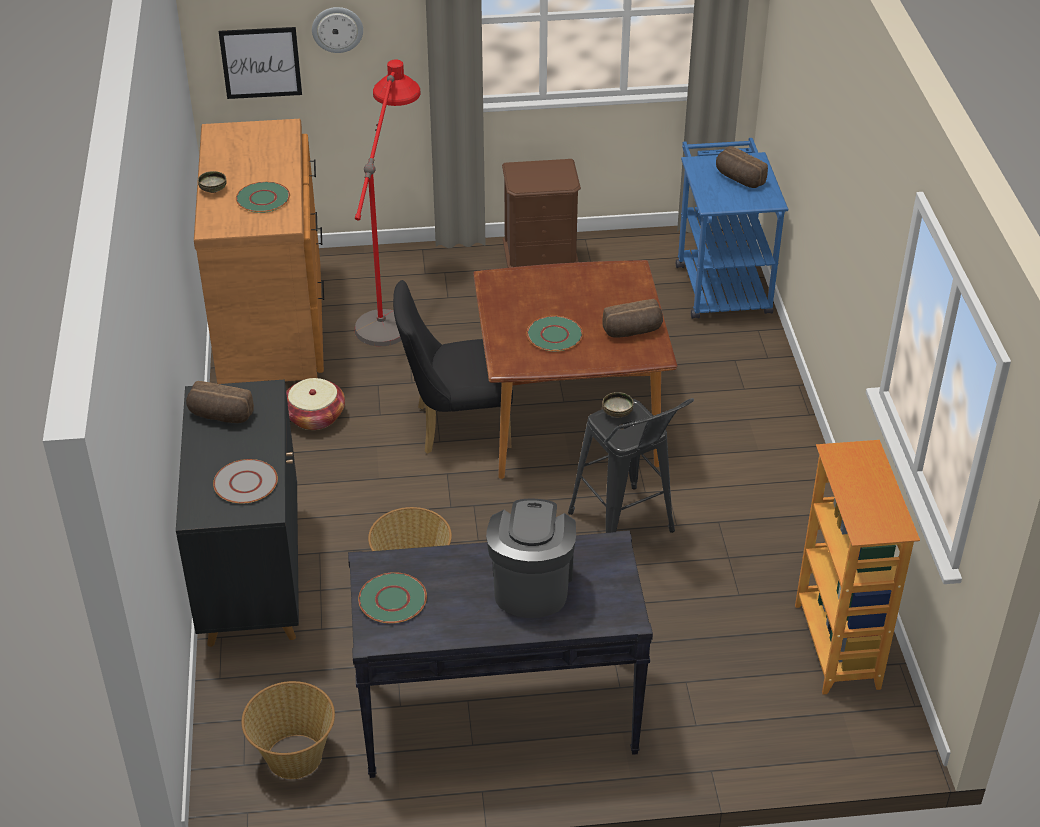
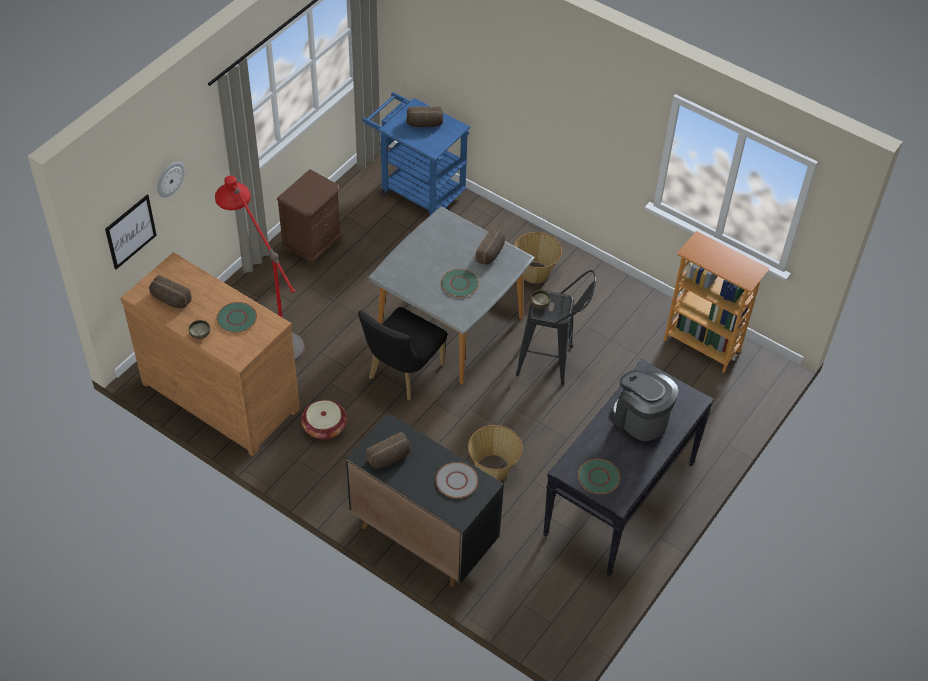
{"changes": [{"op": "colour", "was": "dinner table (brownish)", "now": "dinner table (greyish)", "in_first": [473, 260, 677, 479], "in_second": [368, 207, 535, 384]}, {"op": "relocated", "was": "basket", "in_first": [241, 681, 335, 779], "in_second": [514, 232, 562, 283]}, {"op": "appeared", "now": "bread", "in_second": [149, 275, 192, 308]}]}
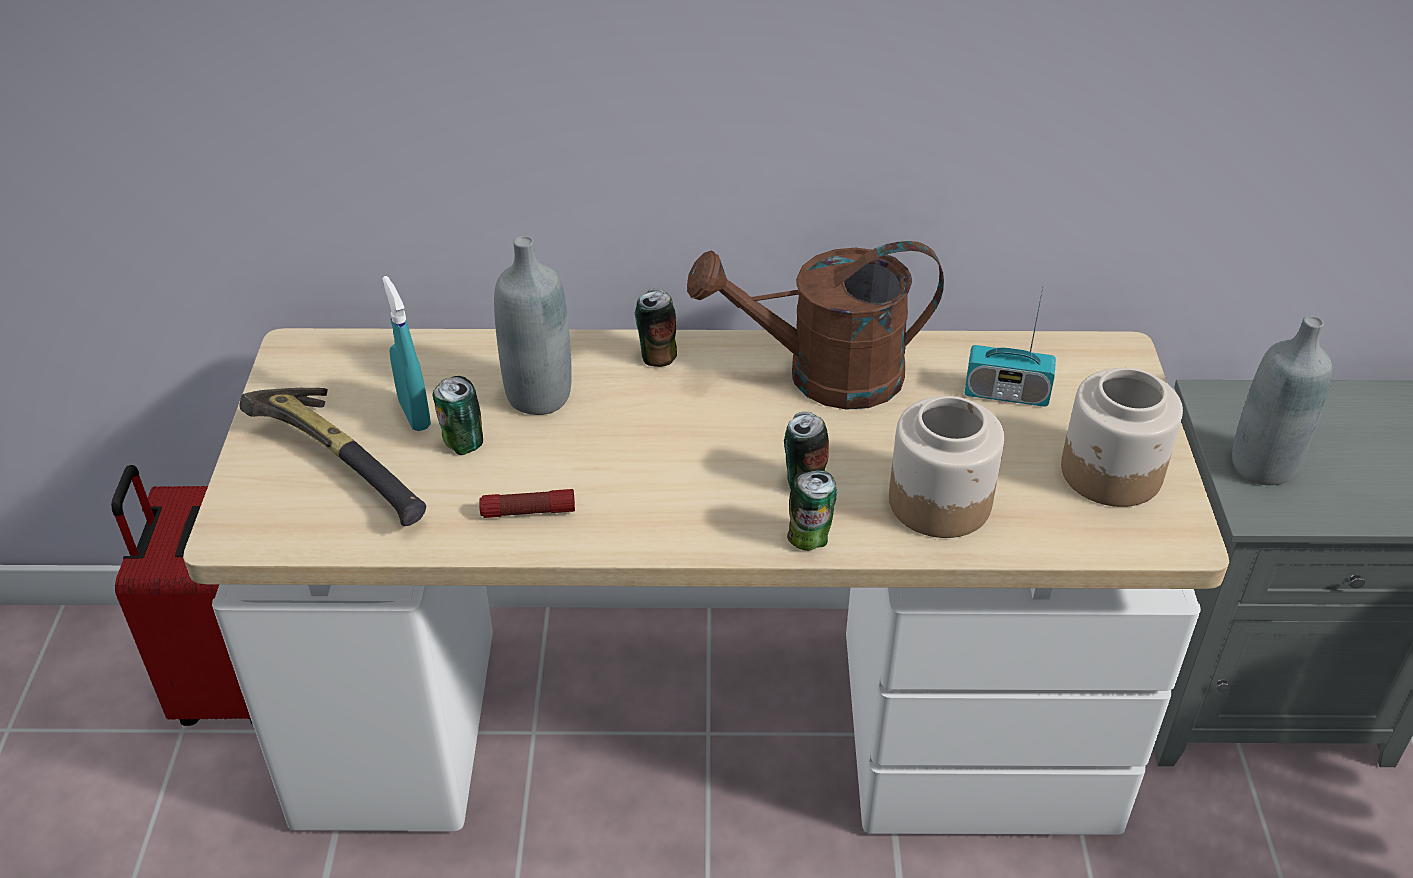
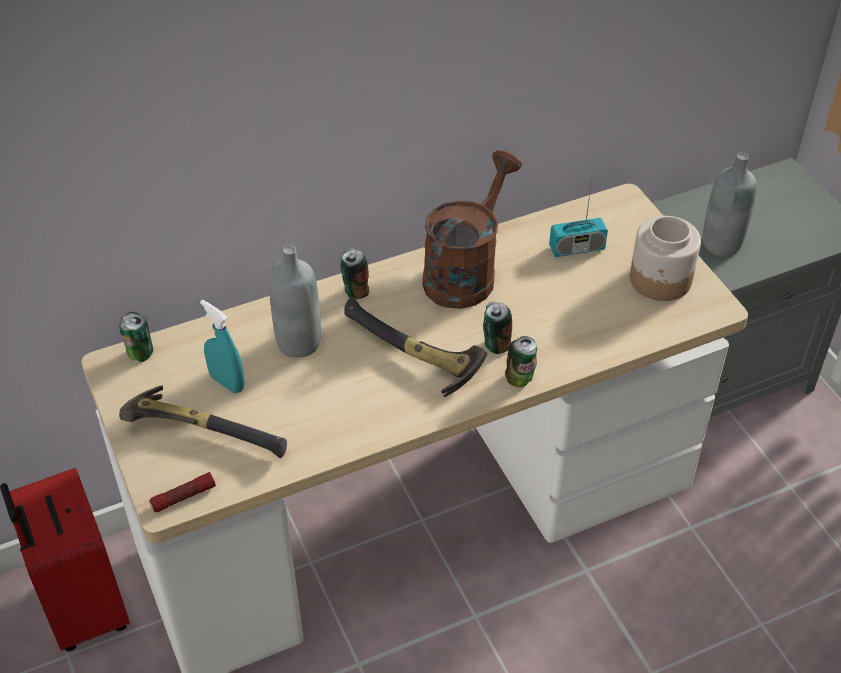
{"changes": [{"op": "spun", "was": "sprinkling can (brownish)", "in_first": [687, 241, 944, 410], "in_second": [422, 150, 522, 309], "clockwise": 150}, {"op": "relocated", "was": "can", "in_first": [433, 376, 483, 455], "in_second": [119, 312, 153, 362]}, {"op": "missing", "was": "storage jar", "in_first": [889, 396, 1004, 538]}, {"op": "relocated", "was": "hand torch", "in_first": [479, 489, 575, 518], "in_second": [149, 472, 216, 513]}, {"op": "appeared", "now": "tool hammer", "in_second": [344, 296, 487, 397]}]}
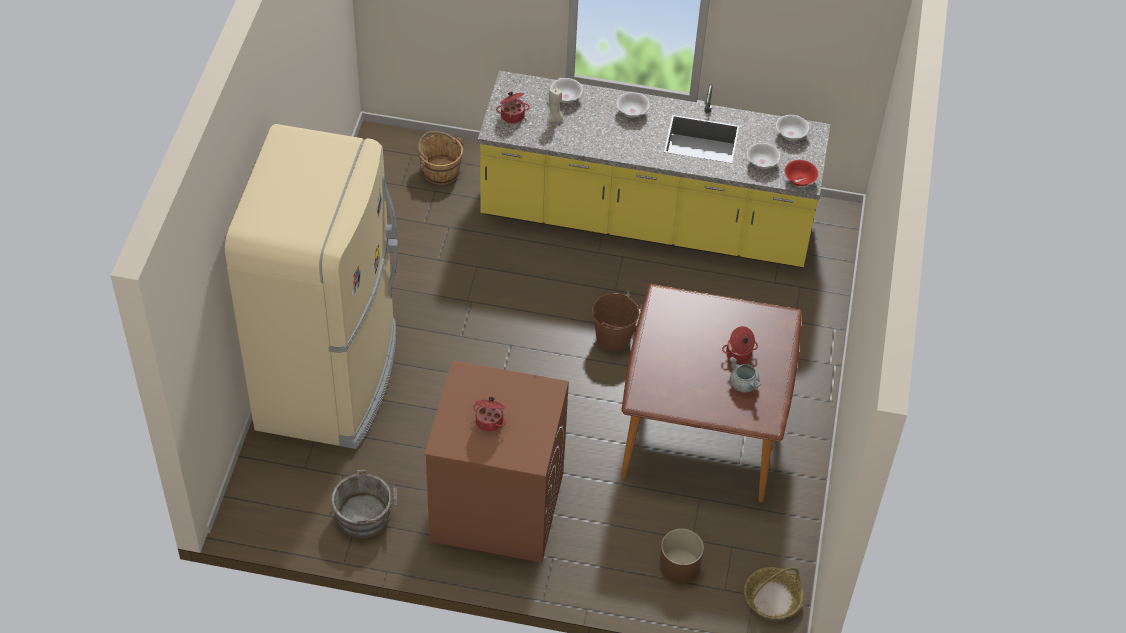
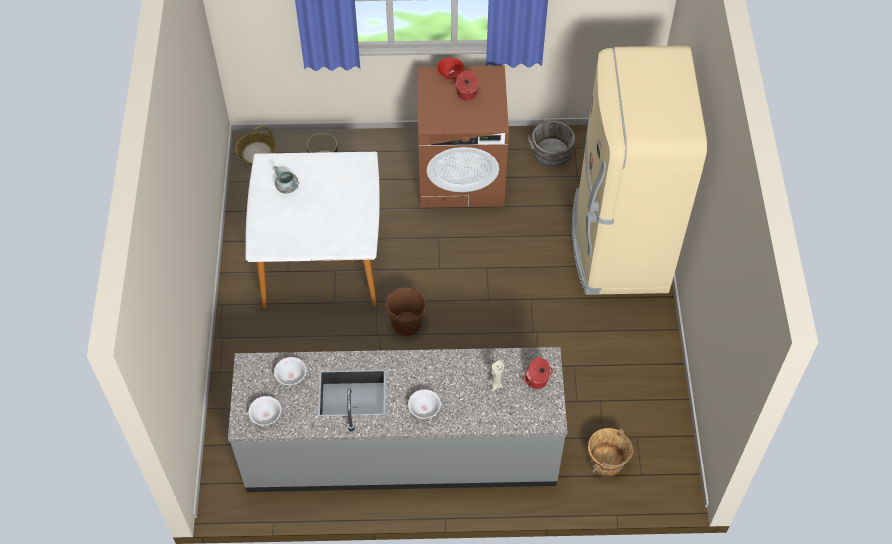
{"changes": [{"op": "colour", "was": "kitchen base unit (yellow-coloured)", "now": "kitchen base unit (greyish)", "in_first": [478, 71, 830, 268], "in_second": [228, 347, 568, 492]}, {"op": "missing", "was": "serving bowl (white-coloured)", "in_first": [550, 78, 583, 103]}, {"op": "relocated", "was": "serving bowl (reddish)", "in_first": [784, 160, 818, 186], "in_second": [437, 58, 464, 79]}, {"op": "colour", "was": "dinner table (brownish)", "now": "dinner table (white-coloured)", "in_first": [621, 284, 802, 502], "in_second": [246, 152, 380, 308]}, {"op": "missing", "was": "cooking pot", "in_first": [722, 326, 758, 364]}]}
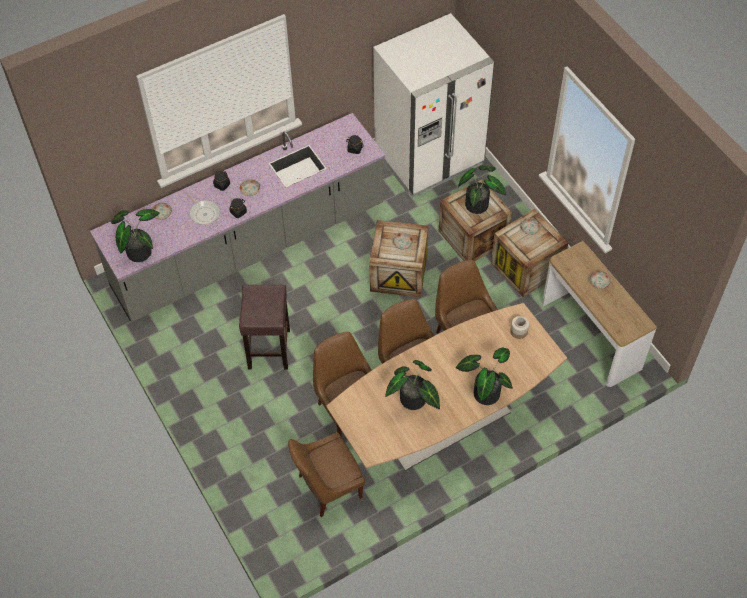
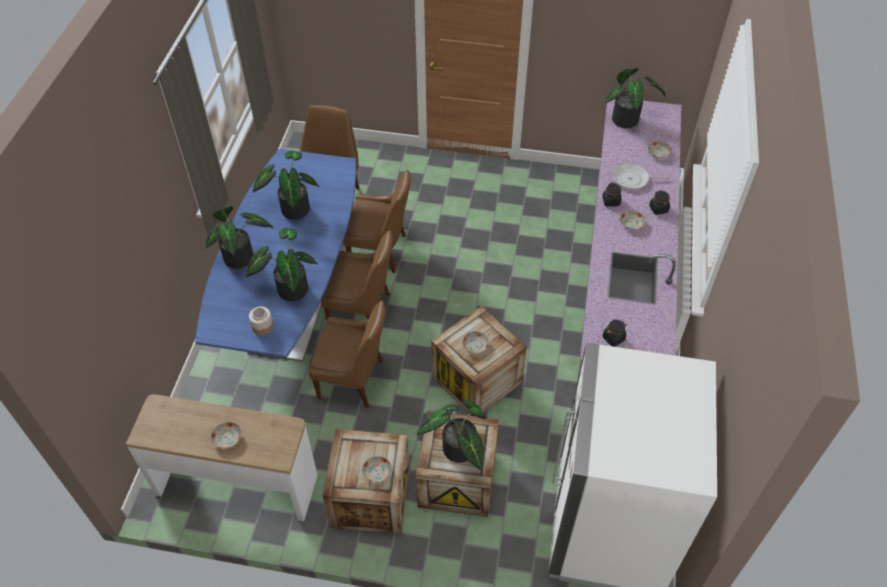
{"changes": [{"op": "missing", "was": "stool seat (brownish)", "in_first": [239, 285, 290, 370]}, {"op": "colour", "was": "dinner table (brownish)", "now": "dinner table (bluish)", "in_first": [326, 303, 567, 471], "in_second": [195, 149, 356, 362]}, {"op": "appeared", "now": "plant in a pot", "in_second": [246, 228, 318, 301]}]}
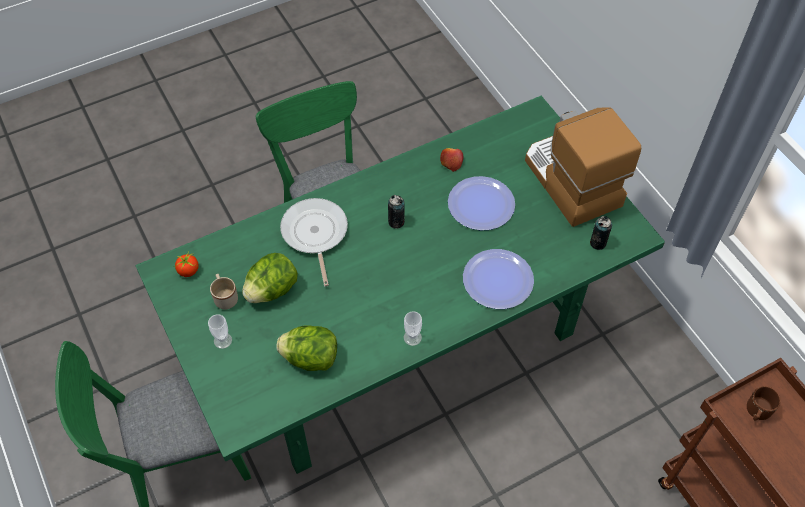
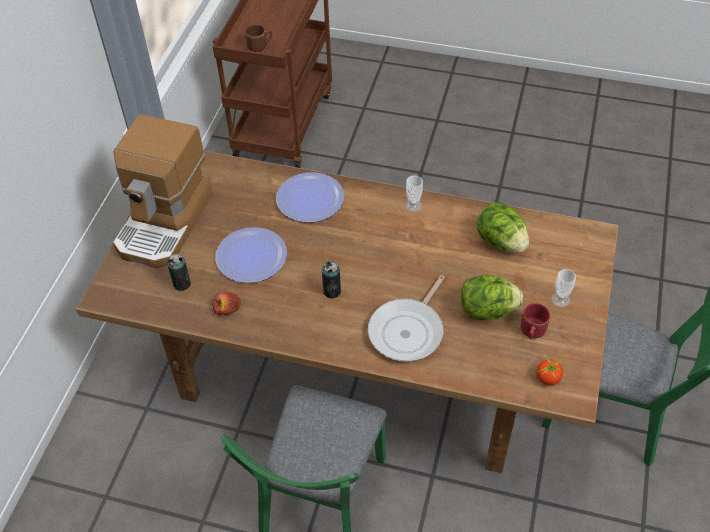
{"changes": [{"op": "colour", "was": "dinner table (greenish)", "now": "dinner table (brownish)", "in_first": [136, 96, 665, 474], "in_second": [76, 151, 618, 473]}, {"op": "relocated", "was": "can", "in_first": [590, 216, 612, 250], "in_second": [167, 254, 191, 291]}, {"op": "colour", "was": "tea mug (beige-coloured)", "now": "tea mug (reddish)", "in_first": [210, 274, 238, 310], "in_second": [521, 303, 550, 339]}]}
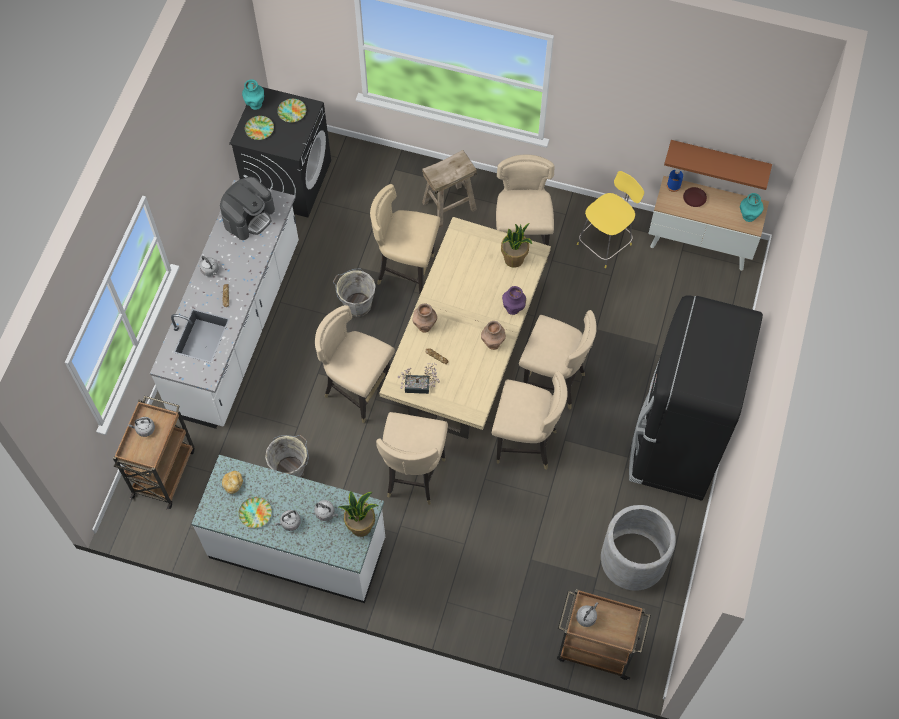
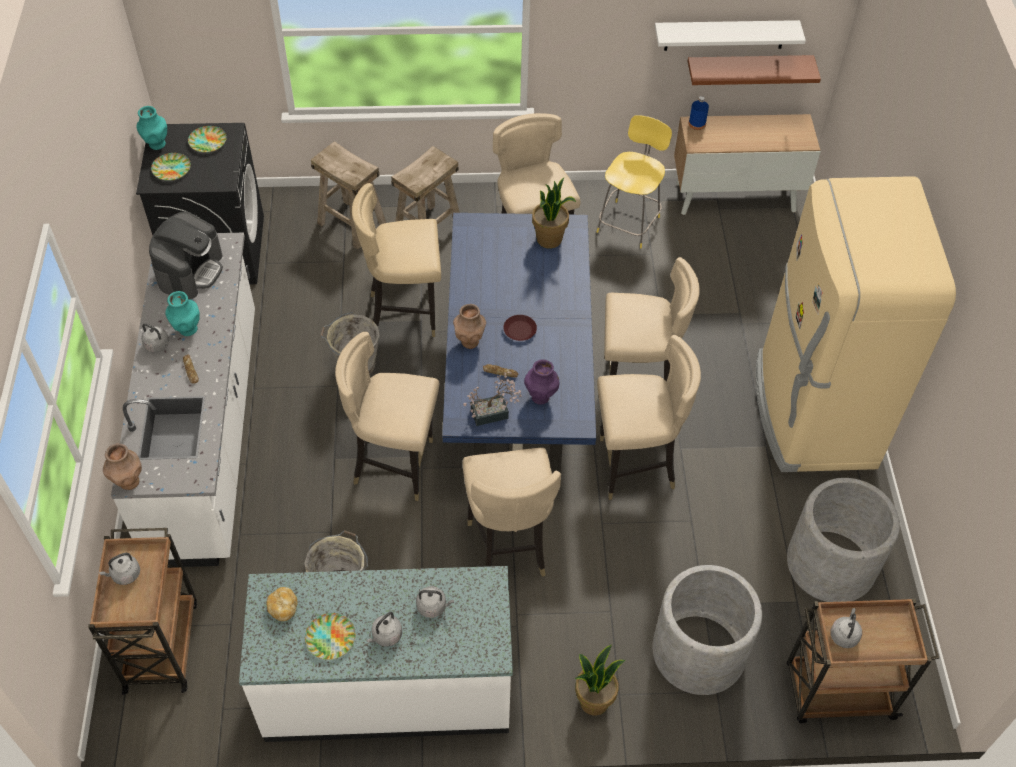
{"changes": [{"op": "relocated", "was": "plate (brownish)", "in_first": [683, 187, 707, 207], "in_second": [503, 315, 537, 341]}, {"op": "relocated", "was": "vase (blue-green)", "in_first": [740, 193, 763, 222], "in_second": [165, 291, 200, 336]}, {"op": "colour", "was": "dinner table (beige-coloured)", "now": "dinner table (bluish)", "in_first": [379, 217, 551, 439], "in_second": [442, 213, 596, 473]}, {"op": "relocated", "was": "vase (purple)", "in_first": [502, 286, 526, 315], "in_second": [524, 359, 559, 404]}, {"op": "colour", "was": "fridge (blackish)", "now": "fridge (beige-coloured)", "in_first": [629, 295, 763, 501], "in_second": [756, 176, 956, 472]}, {"op": "relocated", "was": "vase (brownish)", "in_first": [481, 321, 506, 350], "in_second": [103, 443, 142, 490]}, {"op": "relocated", "was": "plant in a pot", "in_first": [339, 492, 379, 537], "in_second": [575, 644, 625, 716]}, {"op": "appeared", "now": "shelf (white-coloured)", "in_second": [655, 20, 806, 51]}, {"op": "appeared", "now": "stool seat (beige-coloured)", "in_second": [311, 141, 386, 249]}, {"op": "appeared", "now": "planter (greyish)", "in_second": [653, 565, 762, 695]}]}
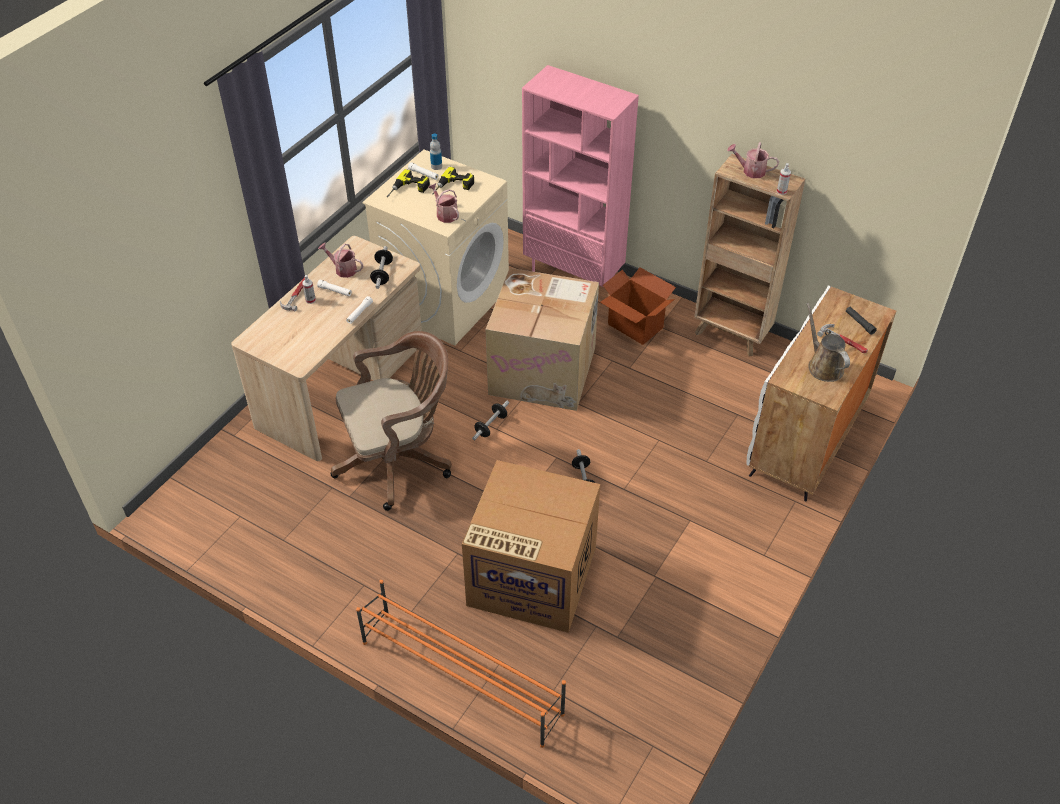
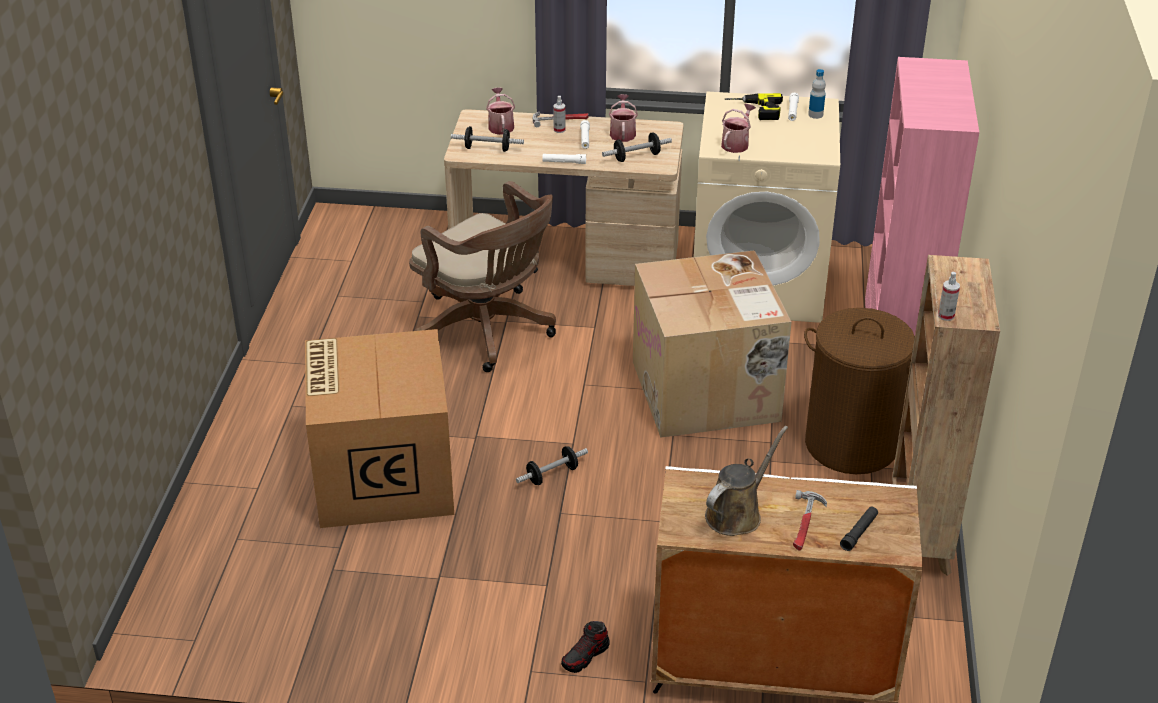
{"changes": [{"op": "relocated", "was": "sprinkling can", "in_first": [727, 142, 779, 178], "in_second": [486, 88, 515, 135]}, {"op": "missing", "was": "electric drill", "in_first": [433, 167, 474, 194]}, {"op": "exchanged", "was": "carton", "now": "hamper (brownish)", "in_first": [600, 267, 676, 345], "in_second": [804, 308, 915, 474]}, {"op": "relocated", "was": "hand weight", "in_first": [472, 401, 509, 440], "in_second": [451, 126, 524, 152]}, {"op": "missing", "was": "shoe rack (orange)", "in_first": [356, 580, 566, 748]}, {"op": "appeared", "now": "low shoe", "in_second": [561, 621, 610, 673]}]}
